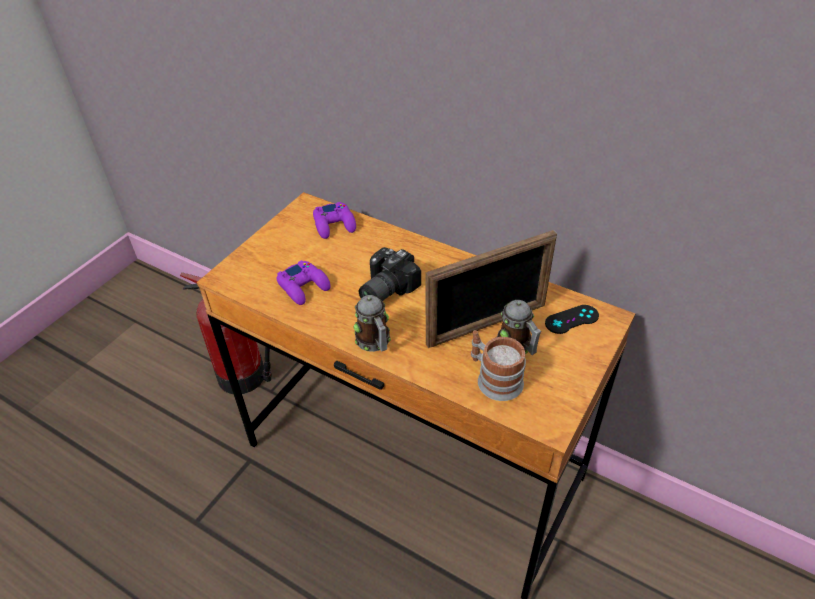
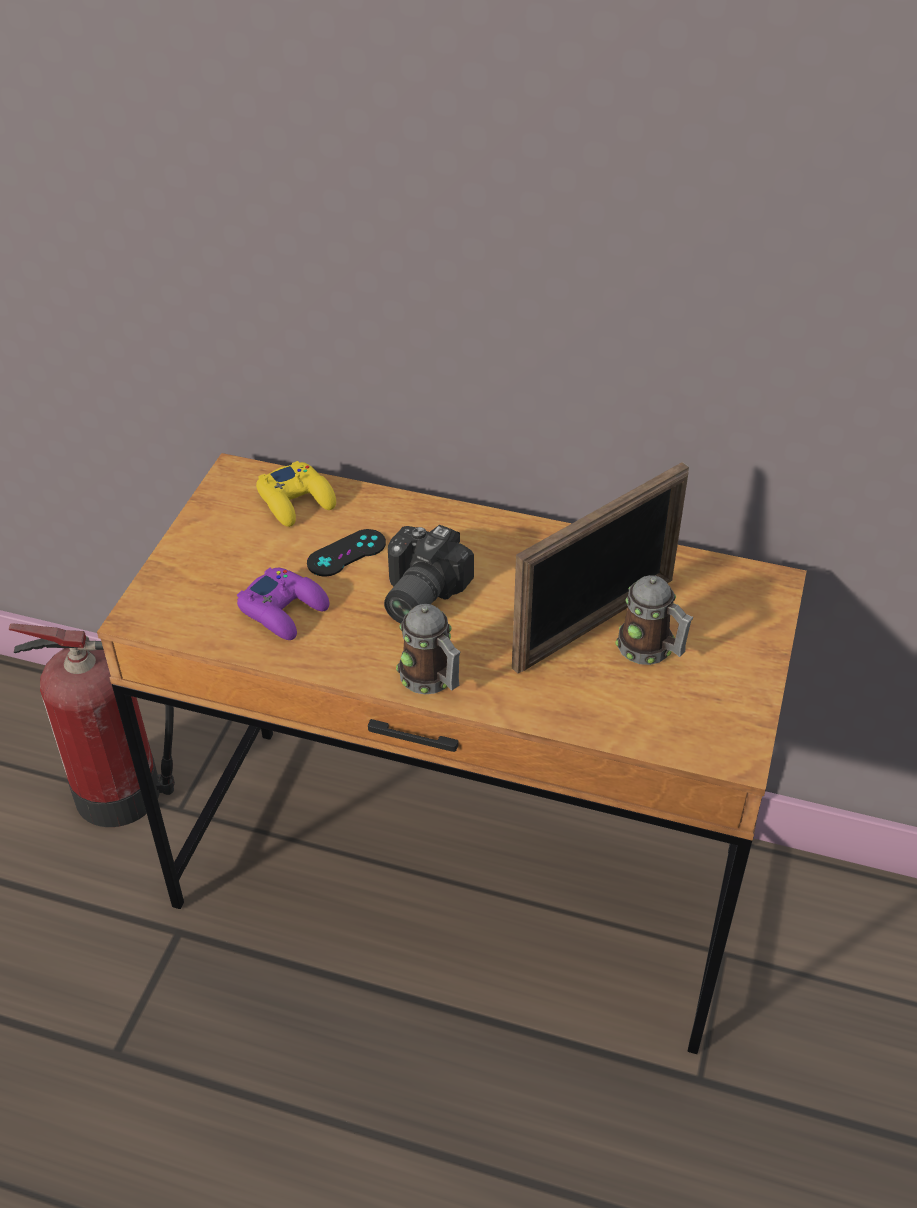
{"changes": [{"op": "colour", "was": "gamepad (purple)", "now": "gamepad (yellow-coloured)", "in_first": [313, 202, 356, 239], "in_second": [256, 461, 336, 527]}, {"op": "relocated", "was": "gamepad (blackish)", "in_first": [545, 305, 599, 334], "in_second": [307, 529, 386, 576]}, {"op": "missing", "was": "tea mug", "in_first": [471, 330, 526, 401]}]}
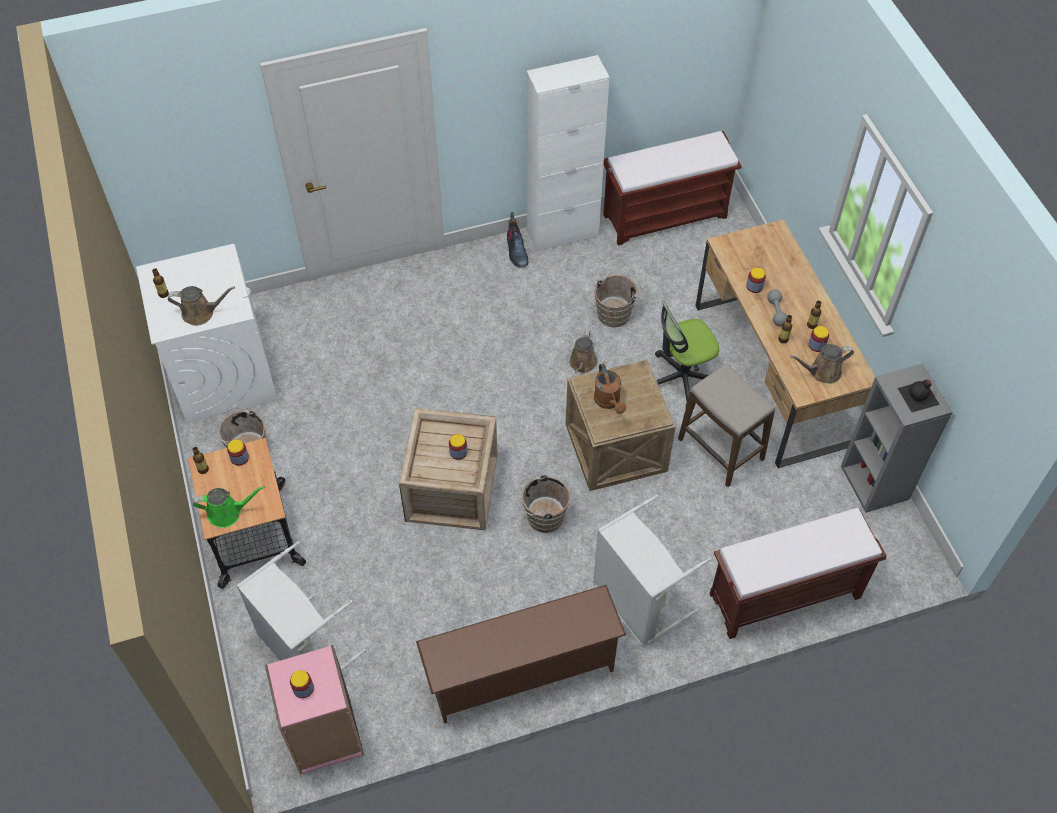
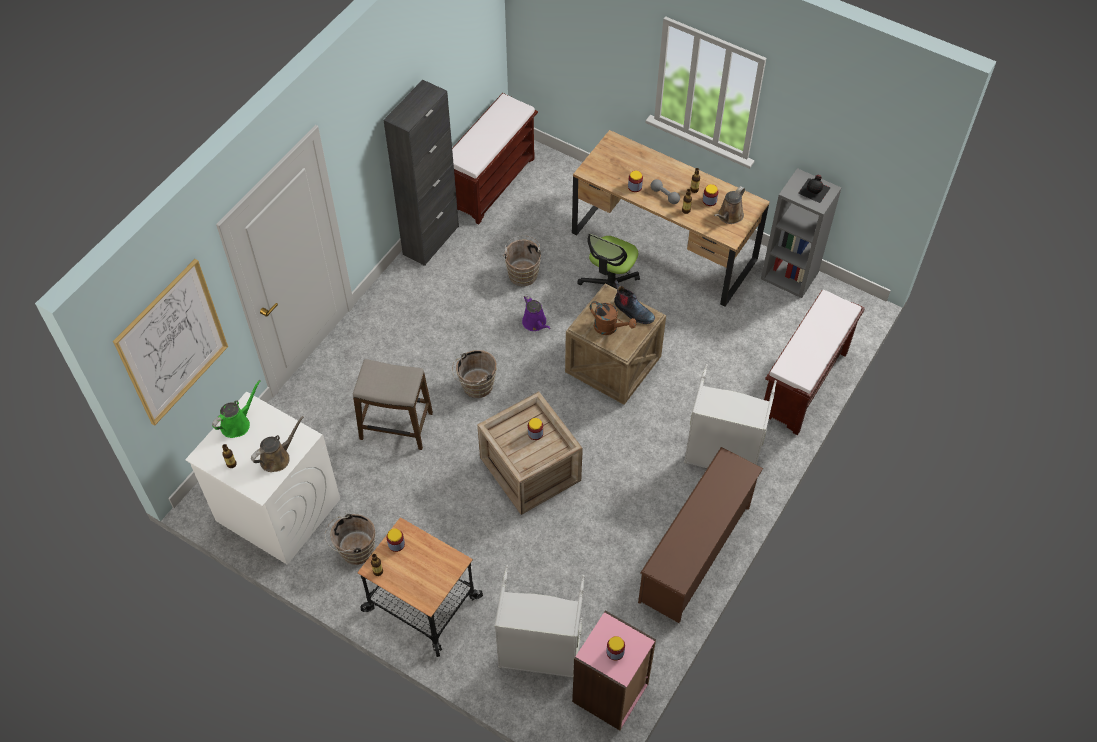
{"changes": [{"op": "colour", "was": "cupboard (white-coloured)", "now": "cupboard (blackish)", "in_first": [527, 55, 609, 252], "in_second": [384, 80, 459, 266]}, {"op": "relocated", "was": "tall boot", "in_first": [507, 212, 528, 267], "in_second": [614, 280, 655, 324]}, {"op": "colour", "was": "sprinkling can (brownish)", "now": "sprinkling can (purple)", "in_first": [569, 330, 597, 373], "in_second": [522, 294, 551, 331]}, {"op": "relocated", "was": "stool seat", "in_first": [678, 364, 775, 487], "in_second": [353, 359, 433, 450]}, {"op": "relocated", "was": "pail (brownish)", "in_first": [515, 473, 571, 533], "in_second": [452, 350, 496, 398]}, {"op": "relocated", "was": "sprinkling can (greenish)", "in_first": [193, 486, 265, 528], "in_second": [212, 380, 261, 438]}, {"op": "appeared", "now": "picture", "in_second": [113, 259, 228, 426]}]}
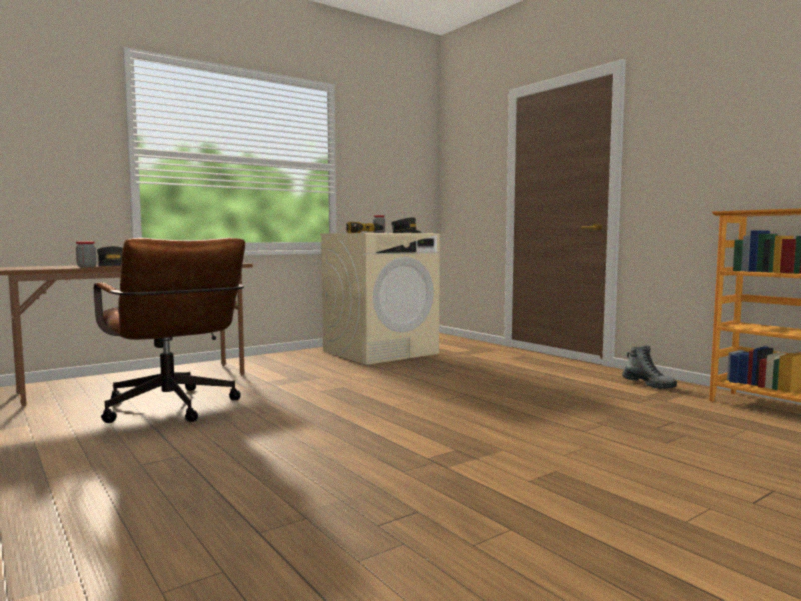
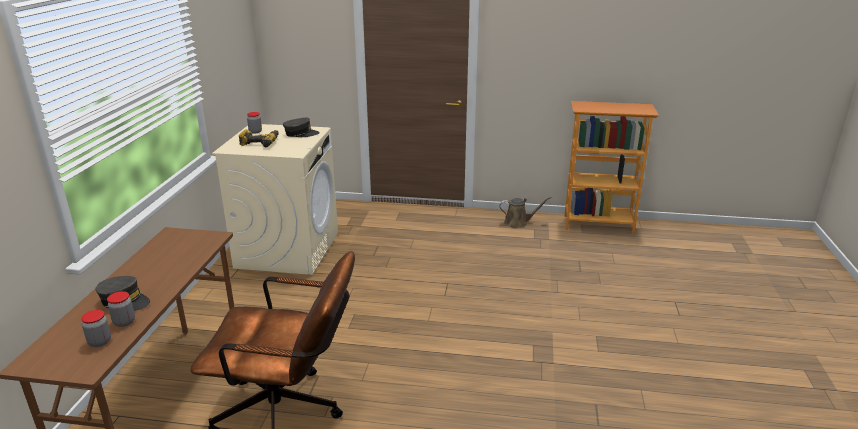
{"changes": [{"op": "exchanged", "was": "tall boot", "now": "sprinkling can (brownish)", "in_first": [622, 345, 677, 389], "in_second": [499, 196, 552, 228]}, {"op": "appeared", "now": "storage jar", "in_second": [81, 310, 111, 347]}]}
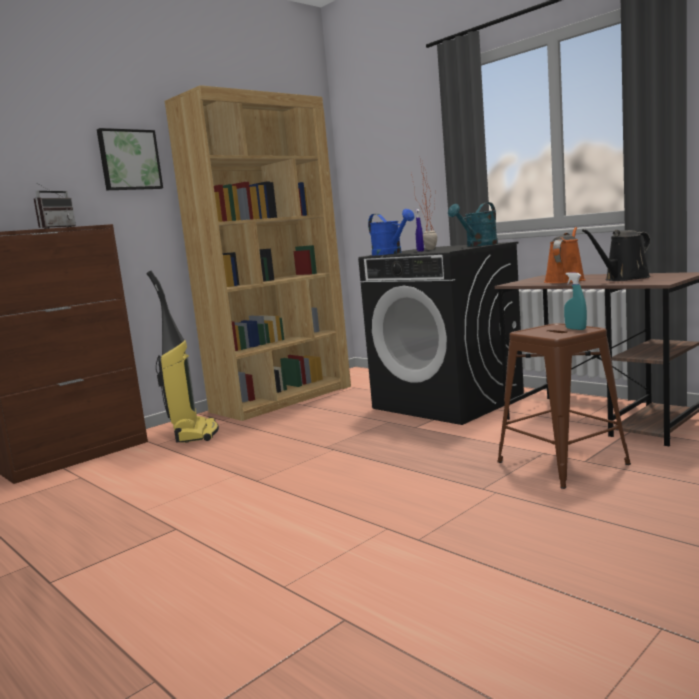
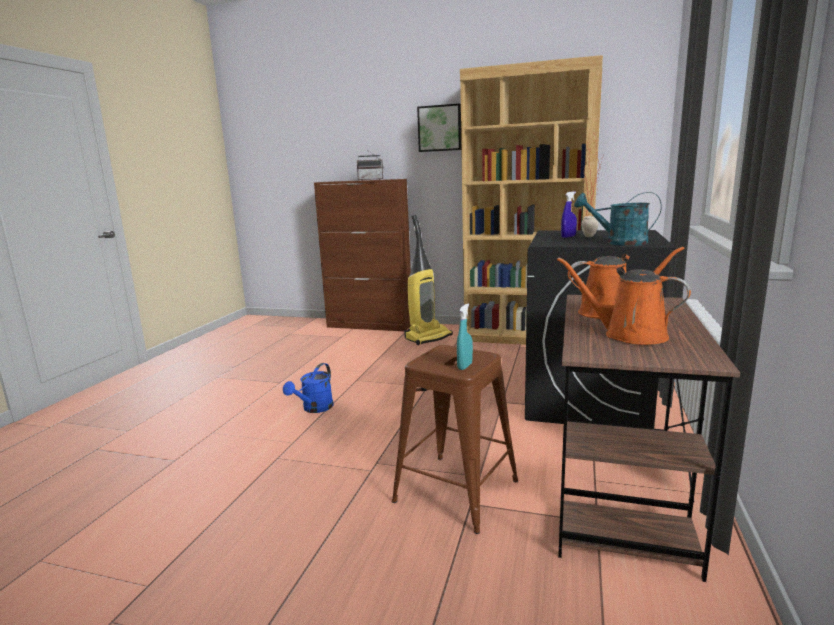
{"changes": [{"op": "relocated", "was": "sprinkling can (bluish)", "in_first": [368, 209, 414, 255], "in_second": [283, 363, 334, 413]}, {"op": "colour", "was": "sprinkling can (blackish)", "now": "sprinkling can (orange)", "in_first": [582, 229, 651, 281], "in_second": [557, 257, 691, 345]}]}
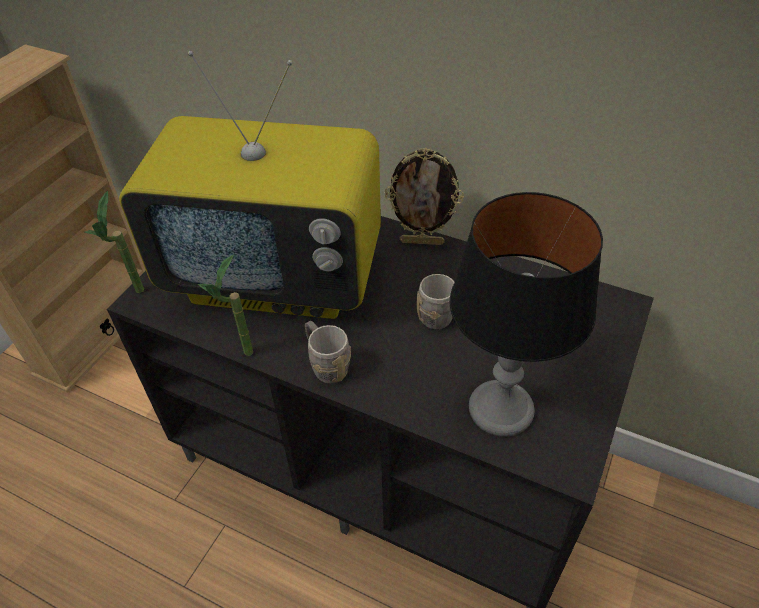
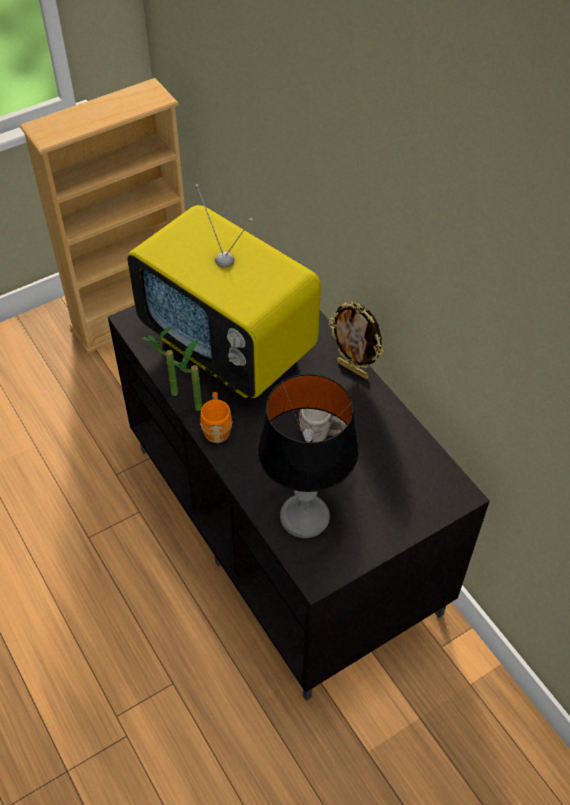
{"changes": [{"op": "relocated", "was": "plant in a pot", "in_first": [84, 190, 144, 293], "in_second": [170, 340, 202, 411]}, {"op": "colour", "was": "tea mug (greyish)", "now": "tea mug (orange)", "in_first": [305, 321, 351, 384], "in_second": [200, 392, 233, 443]}]}
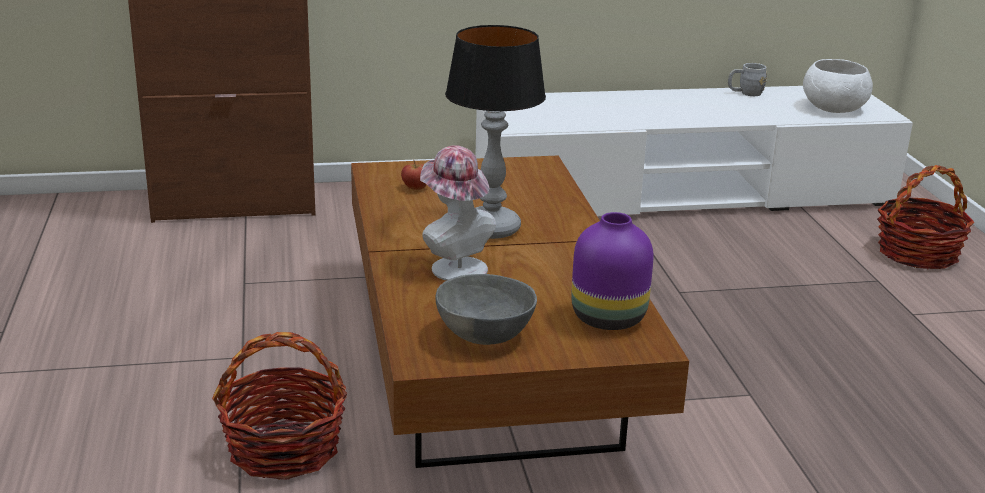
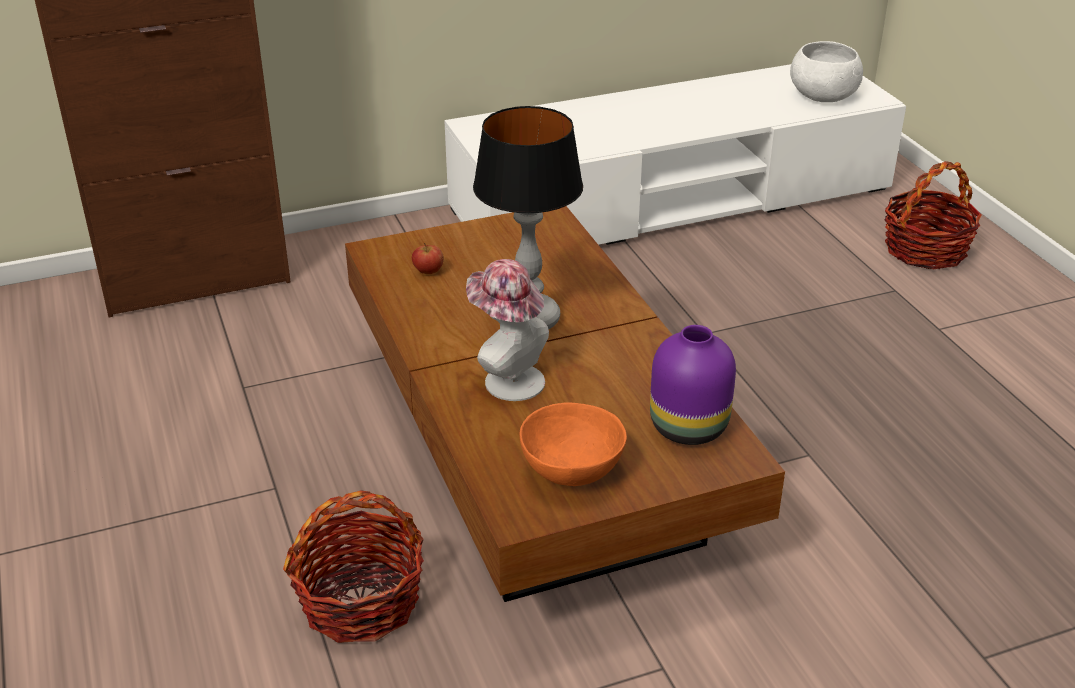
{"changes": [{"op": "missing", "was": "tea mug (greyish)", "in_first": [728, 63, 767, 96]}, {"op": "colour", "was": "serving bowl (greyish)", "now": "serving bowl (orange)", "in_first": [435, 274, 537, 345], "in_second": [520, 403, 627, 486]}]}
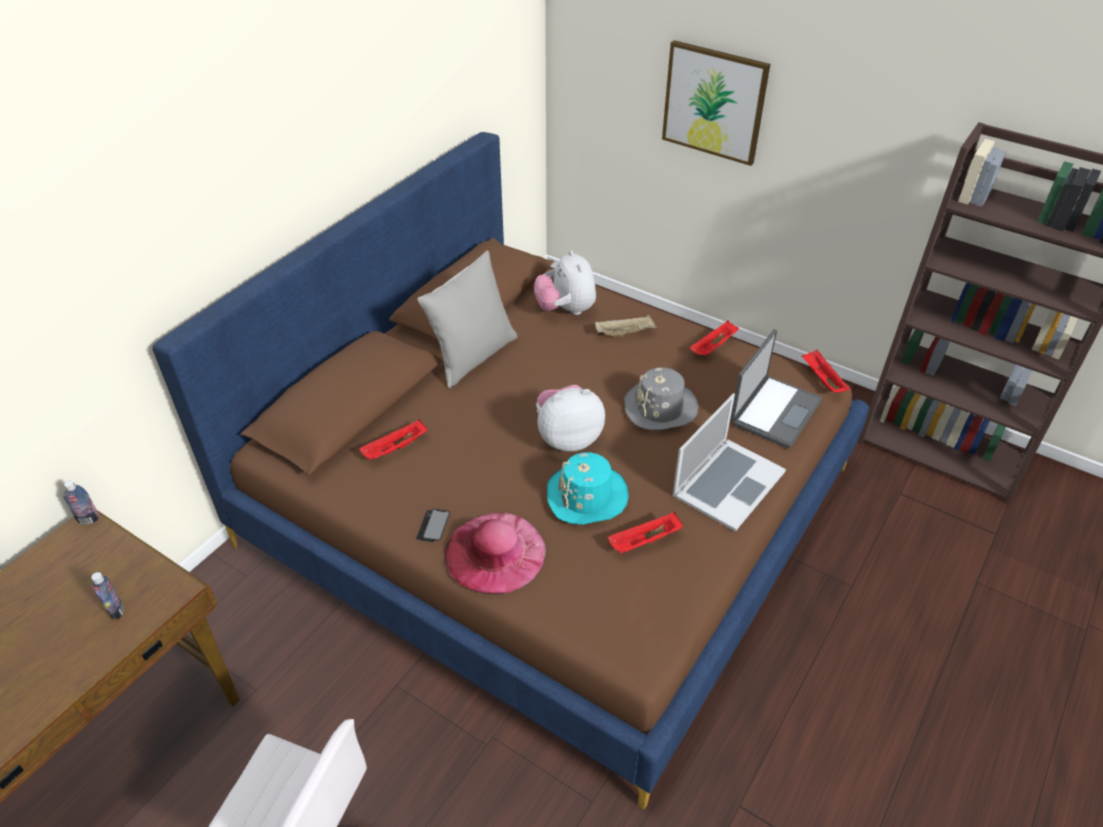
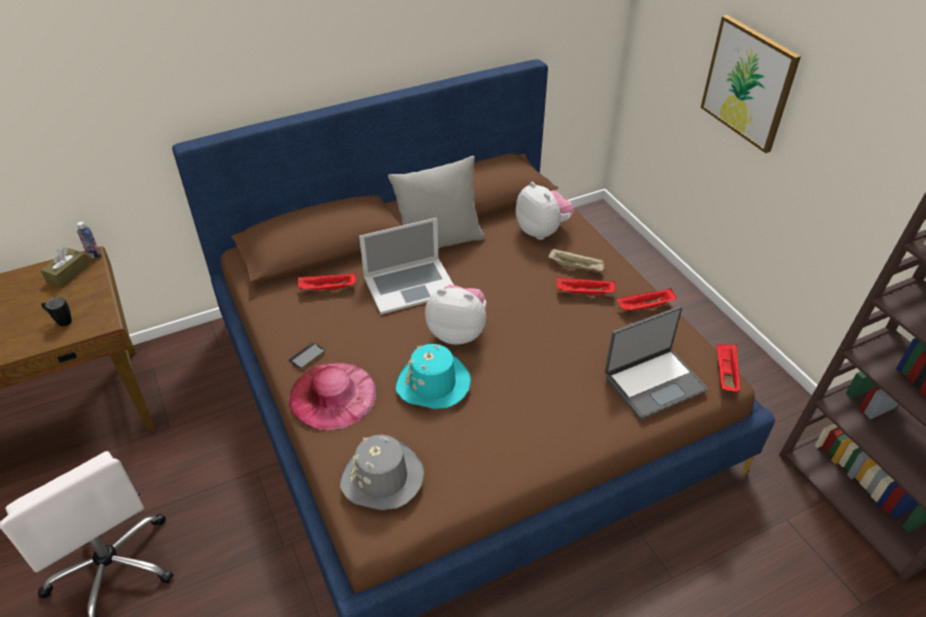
{"changes": [{"op": "spun", "was": "plush toy", "in_first": [534, 250, 596, 315], "in_second": [516, 182, 575, 240], "clockwise": 135}, {"op": "relocated", "was": "clothing hat (greyish)", "in_first": [624, 367, 699, 430], "in_second": [340, 435, 424, 510]}, {"op": "relocated", "was": "laptop", "in_first": [673, 393, 786, 532], "in_second": [359, 218, 454, 315]}, {"op": "relocated", "was": "serving tray (reddish)", "in_first": [608, 512, 683, 554], "in_second": [556, 277, 615, 296]}, {"op": "exchanged", "was": "drink bottle", "now": "tea mug (blackish)", "in_first": [91, 572, 124, 620], "in_second": [41, 297, 72, 326]}, {"op": "appeared", "now": "tissue holder (brownish)", "in_second": [41, 247, 89, 288]}]}
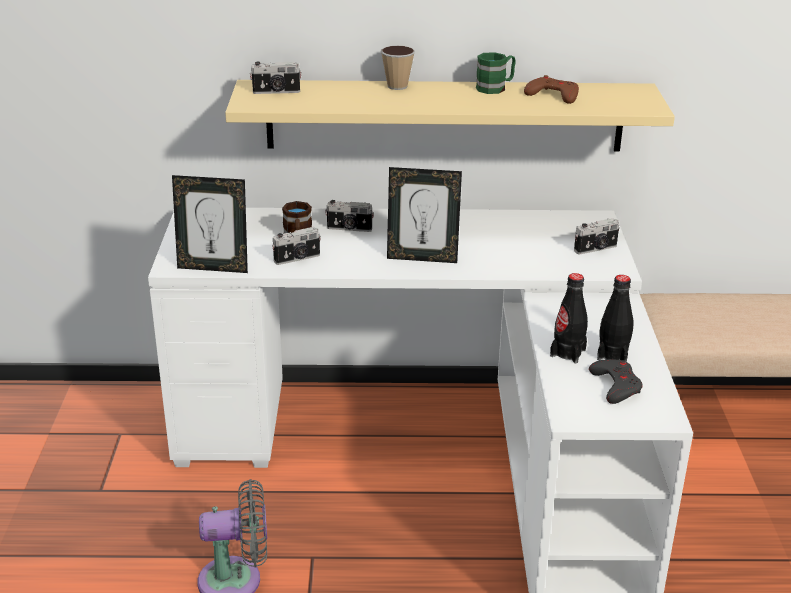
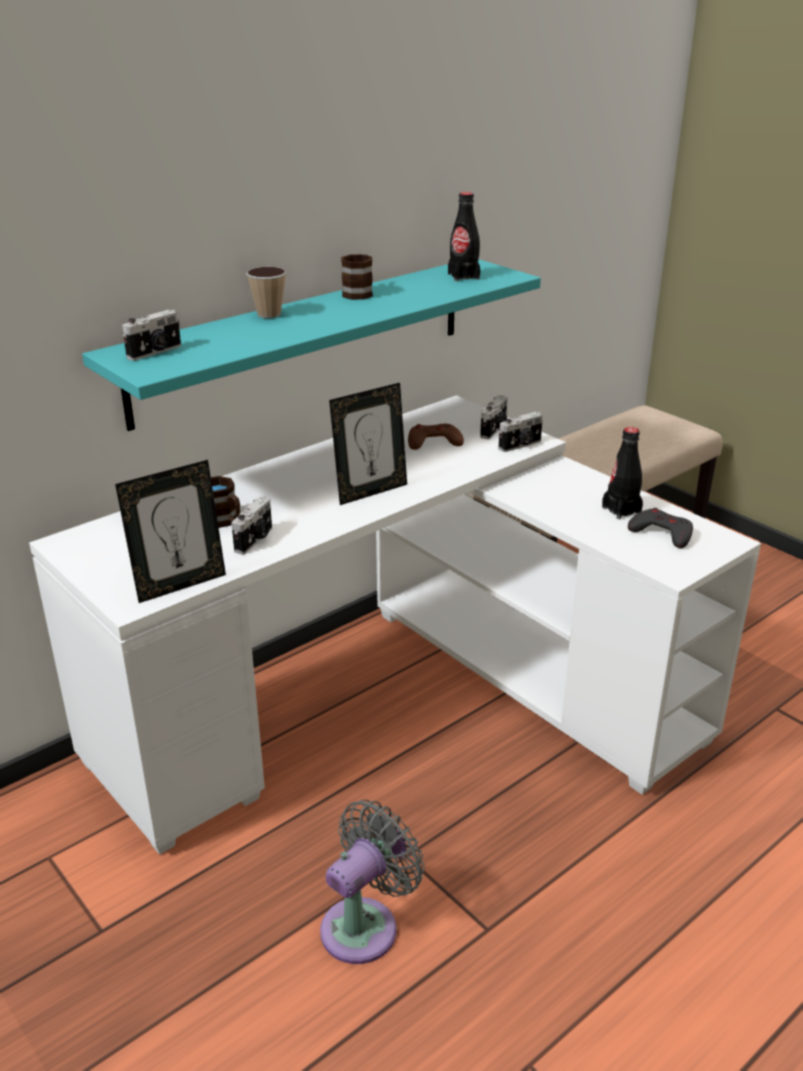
{"changes": [{"op": "colour", "was": "tea mug (greenish)", "now": "tea mug (brownish)", "in_first": [476, 52, 516, 94], "in_second": [341, 254, 373, 300]}, {"op": "relocated", "was": "gamepad (brownish)", "in_first": [524, 75, 579, 104], "in_second": [408, 424, 464, 450]}, {"op": "colour", "was": "shelf (beige-coloured)", "now": "shelf (blue-green)", "in_first": [225, 80, 675, 152], "in_second": [82, 259, 541, 431]}, {"op": "relocated", "was": "still camera", "in_first": [325, 200, 374, 232], "in_second": [498, 412, 543, 452]}, {"op": "relocated", "was": "drink bottle (blackish)", "in_first": [550, 273, 588, 363], "in_second": [448, 192, 481, 281]}]}
